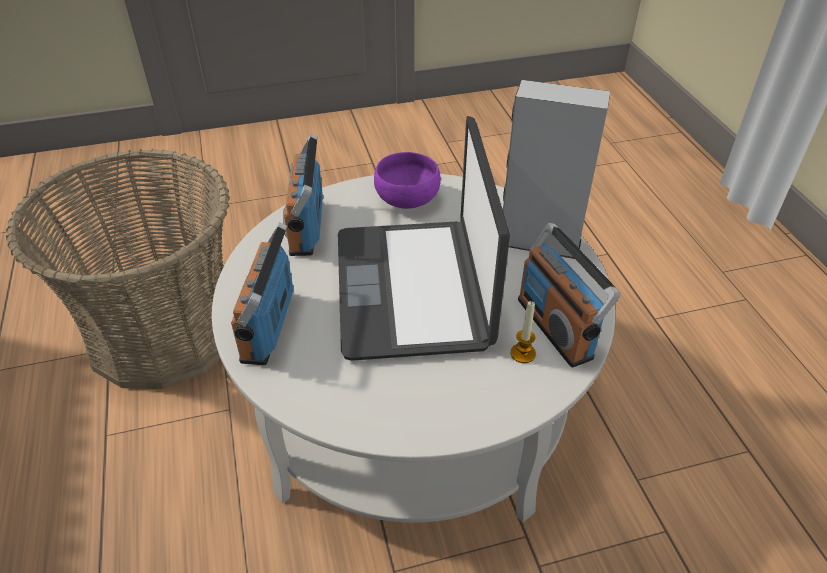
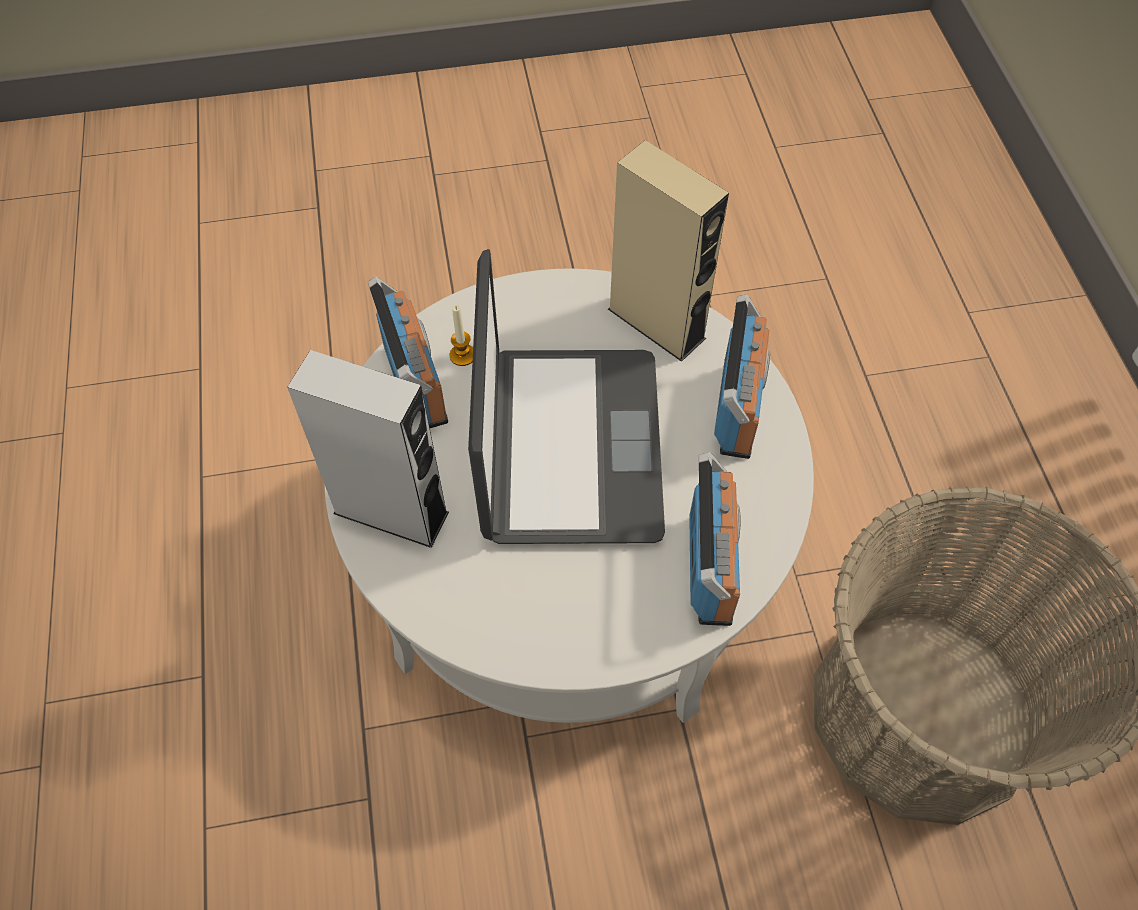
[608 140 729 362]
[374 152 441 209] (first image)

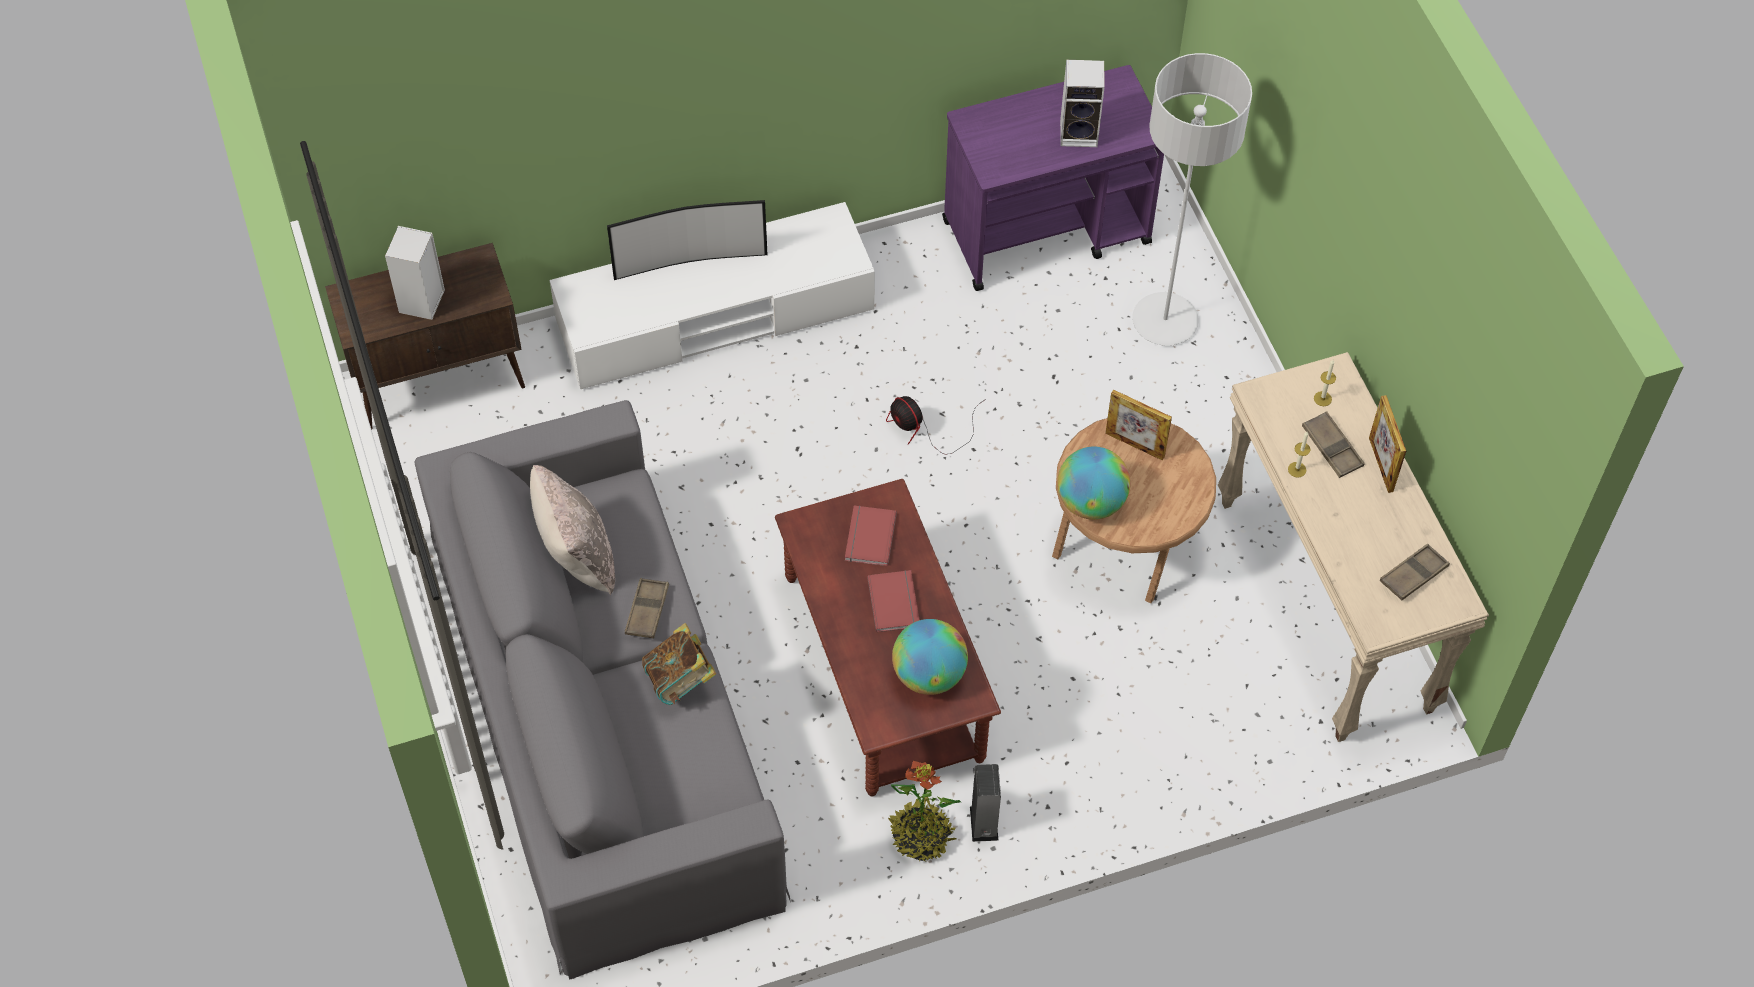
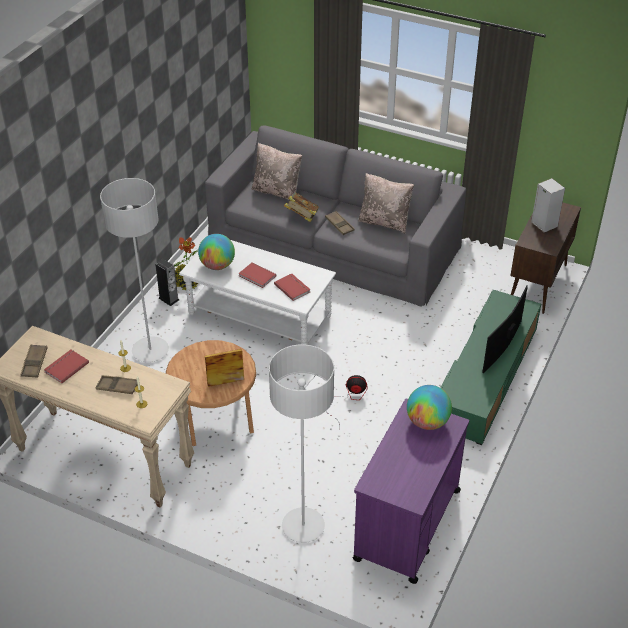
[44 350 89 383]
[100 178 169 362]
[179 240 336 345]
[251 143 302 201]
[407 385 452 430]
[440 290 541 445]
[1060 60 1105 147] (first image)
[1369 395 1406 493] (first image)

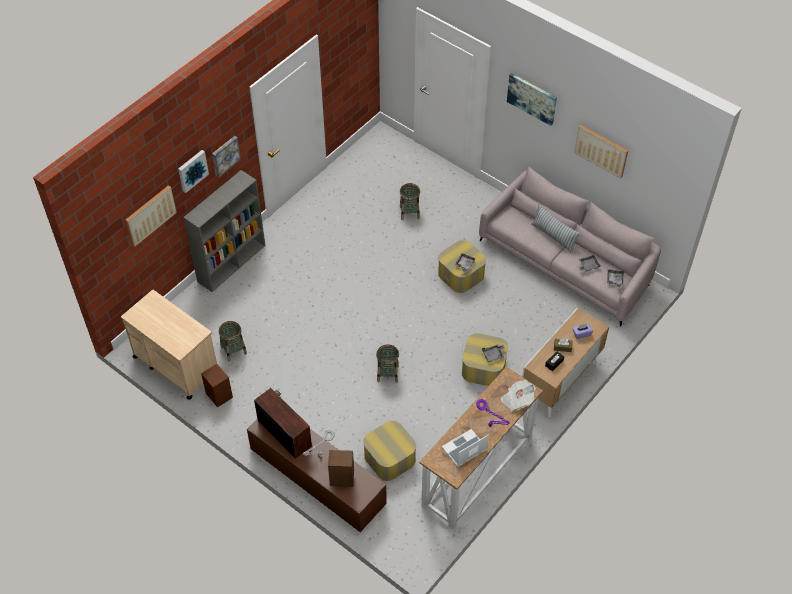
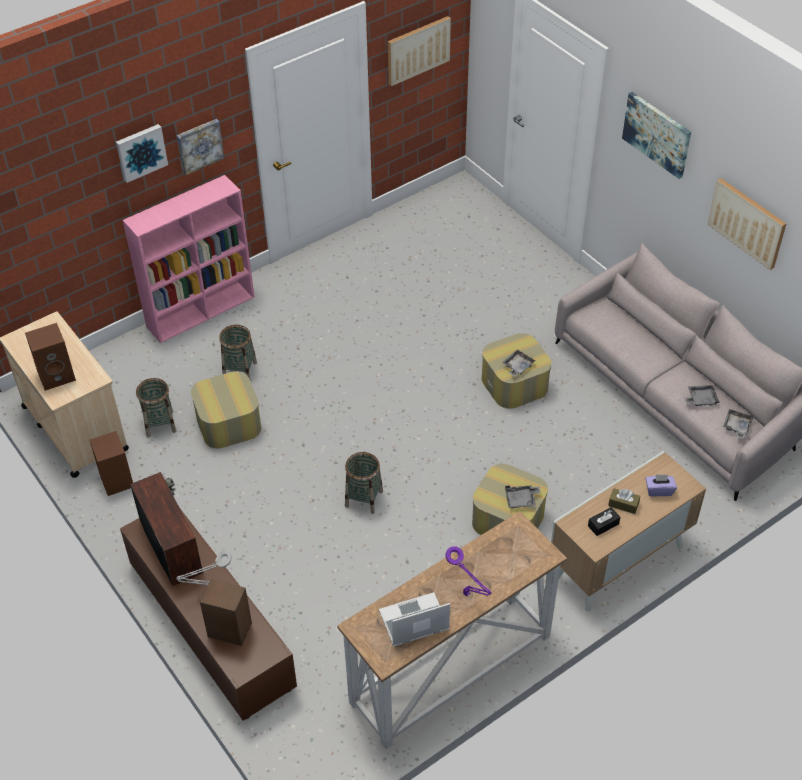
[25 323 76 391]
[123 175 254 343]
[191 371 261 449]
[219 325 257 381]
[388 16 451 86]
[501 380 536 412] (first image)
[531 204 581 253] (first image)

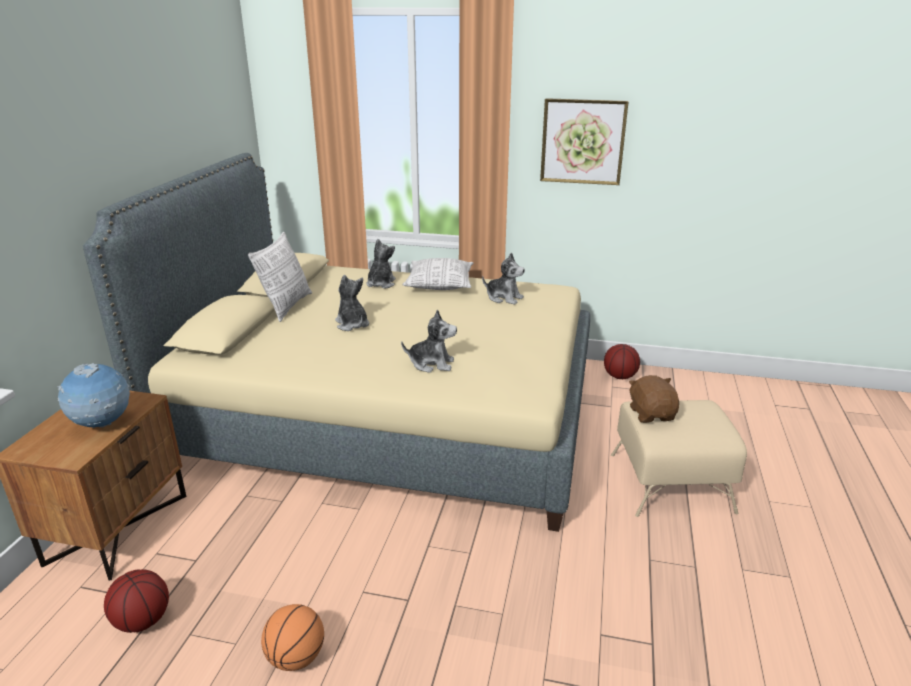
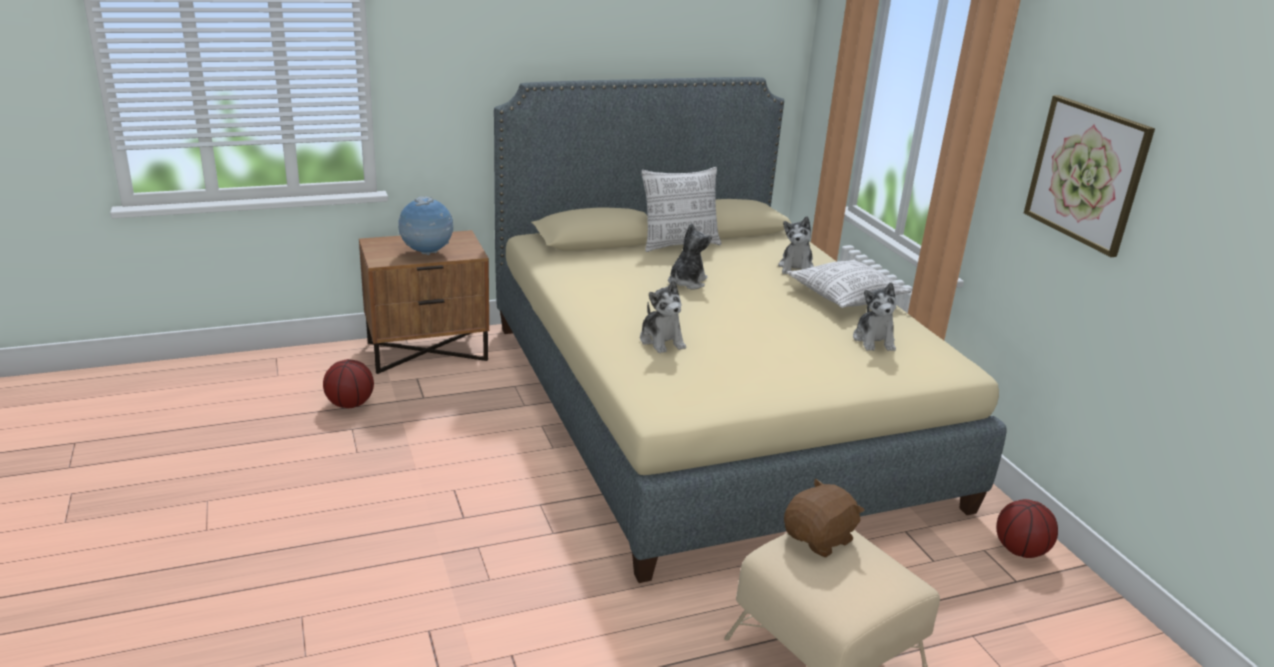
[778 216 814 274]
[261 604 324 671] (first image)

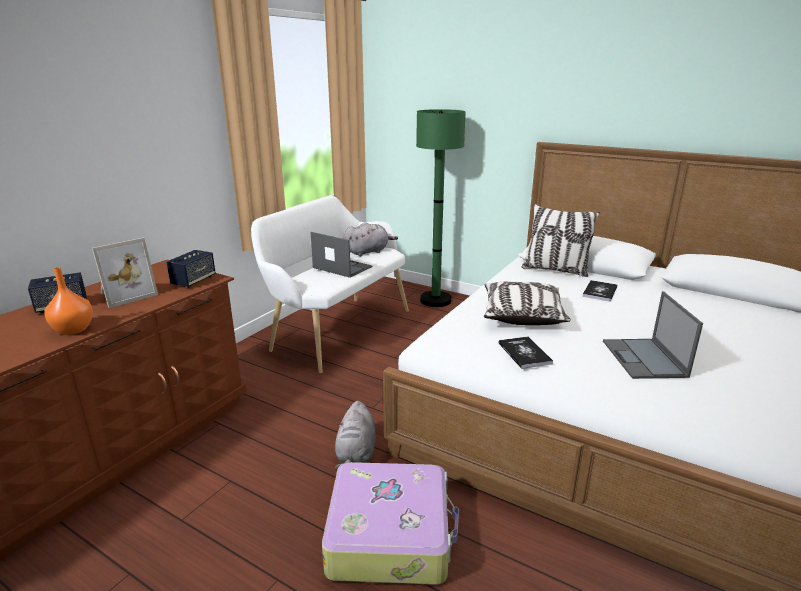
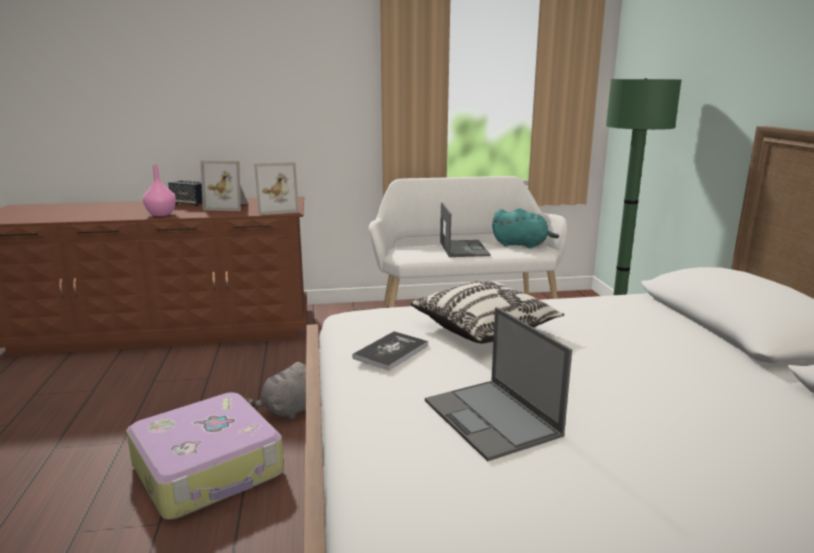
[143 164 176 216]
[254 162 299 215]
[425 307 572 462]
[492 208 559 248]
[522 204 600 277] (first image)
[582 280 617 302] (first image)

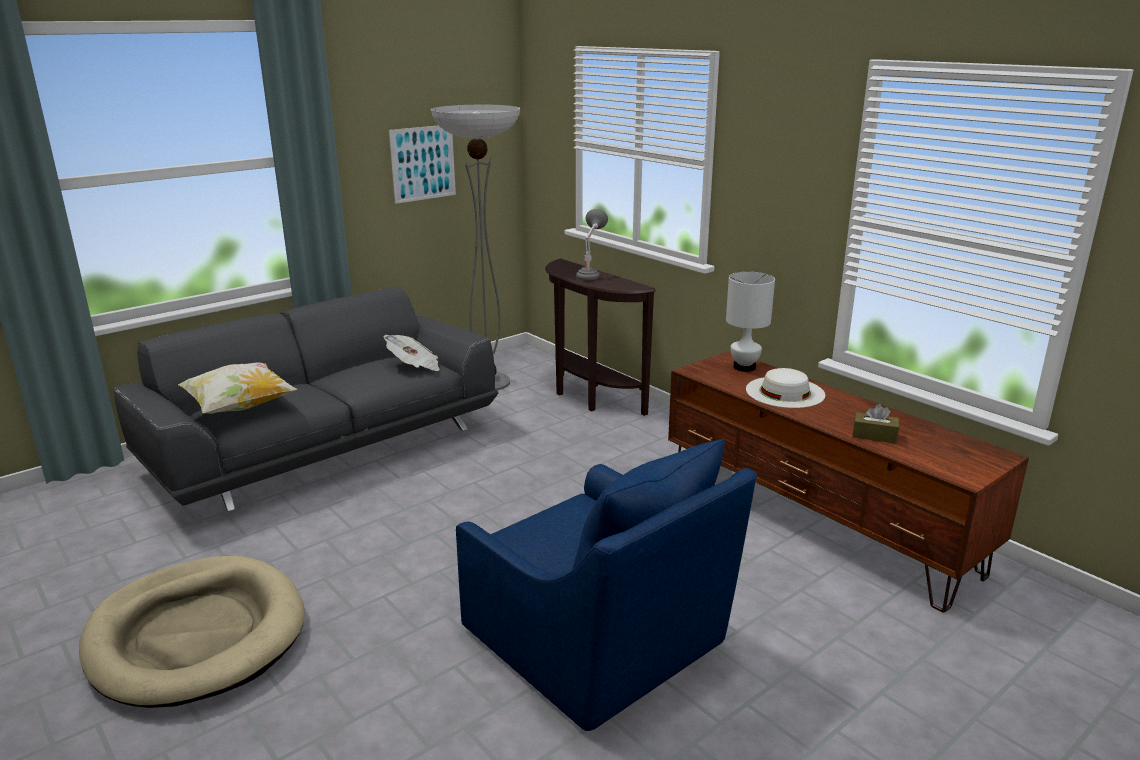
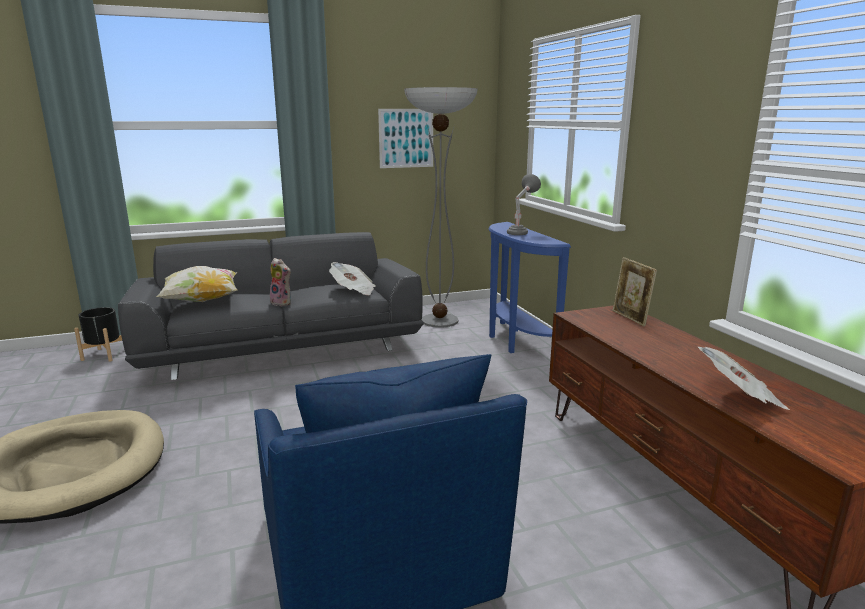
[74 307 122 362]
[270 258 291 306]
[488 222 571 353]
[613 257 657 326]
[697 346 790 410]
[746 368 825 408] (first image)

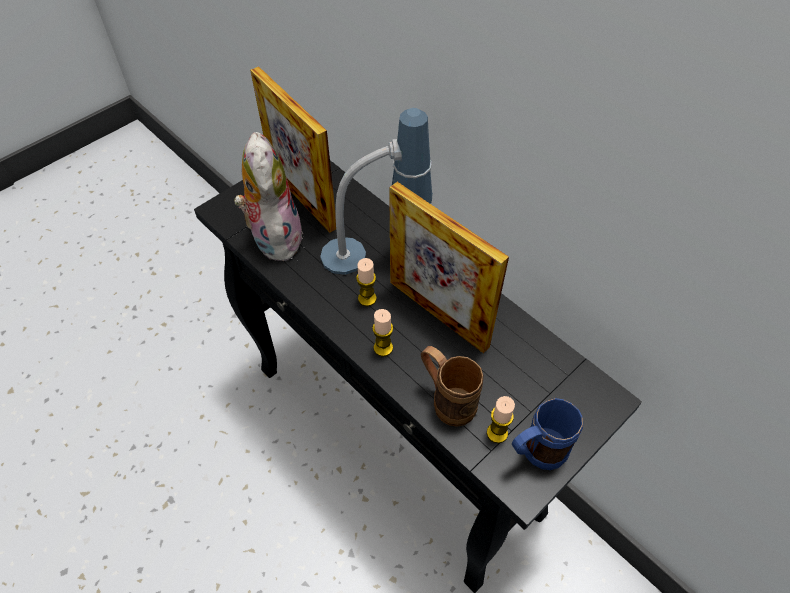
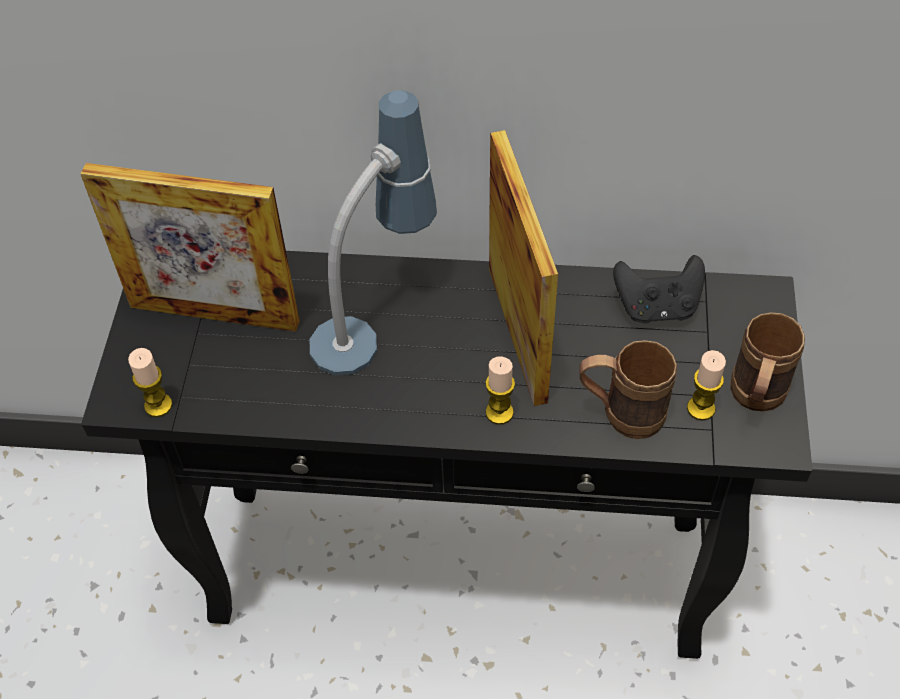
[128 348 172 417]
[489 130 558 406]
[613 255 705 324]
[730 312 805 411]
[234 132 303 261] (first image)

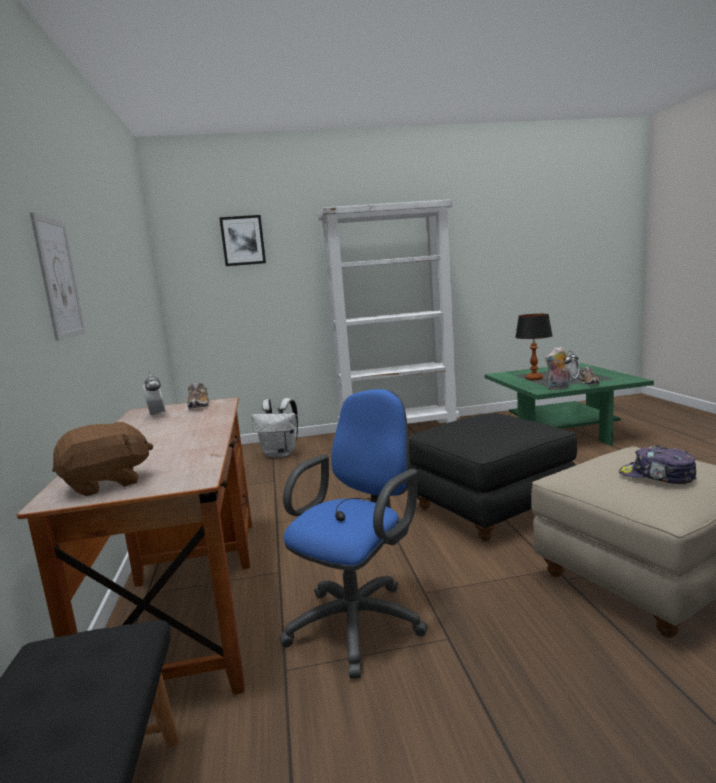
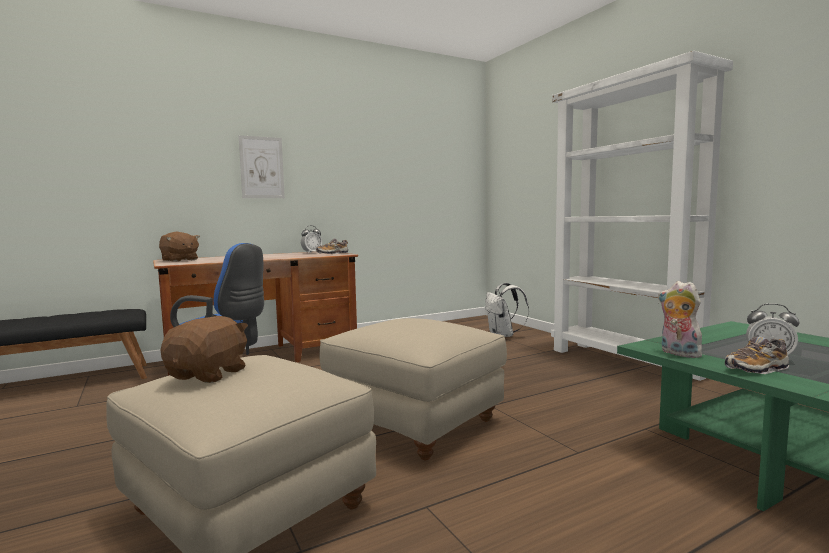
[161 316 248 383]
[319 318 507 461]
[219 215 266 266] (first image)
[515 314 553 380] (first image)

